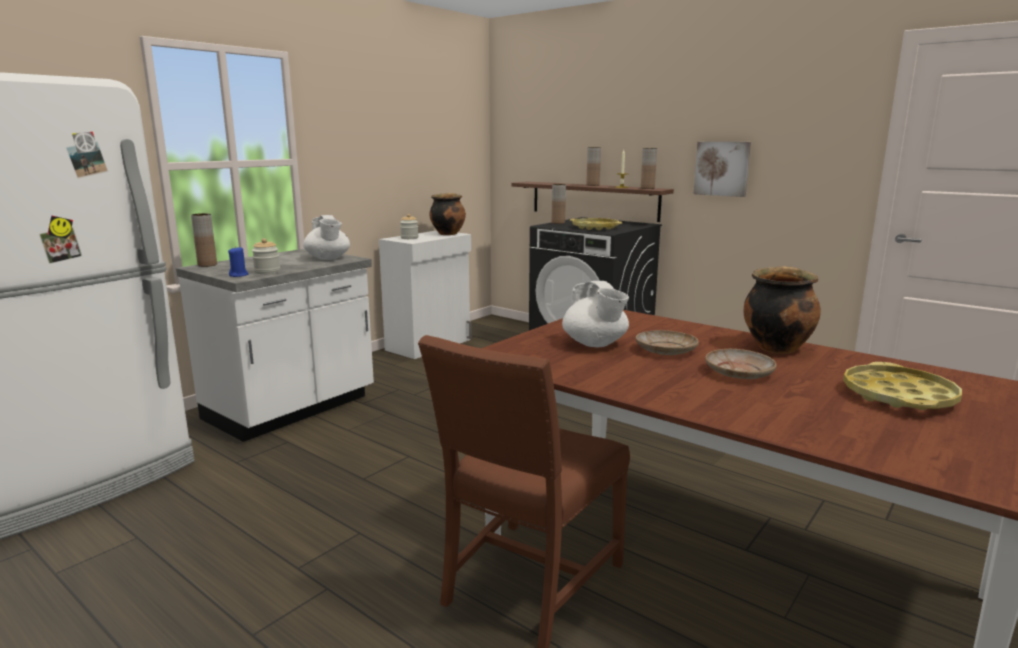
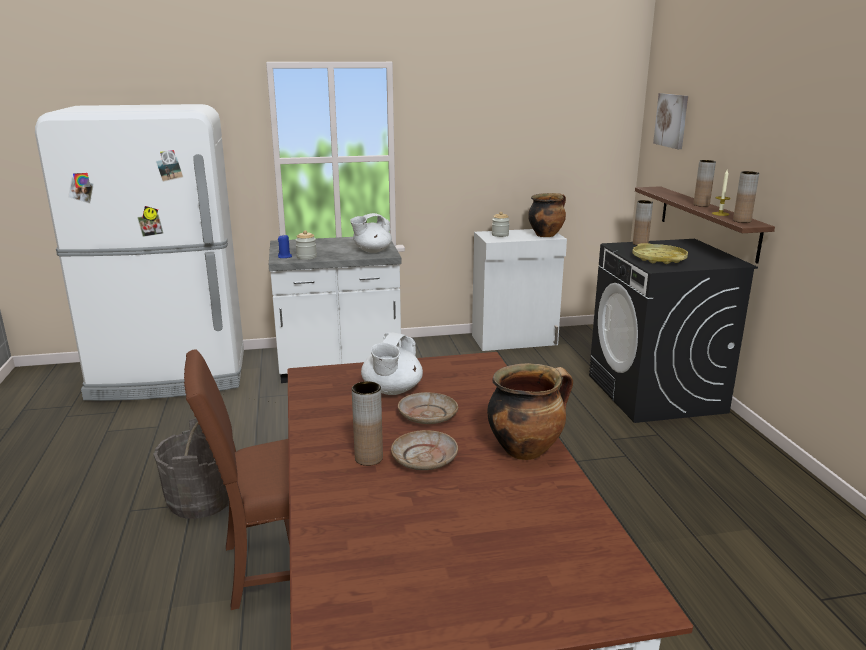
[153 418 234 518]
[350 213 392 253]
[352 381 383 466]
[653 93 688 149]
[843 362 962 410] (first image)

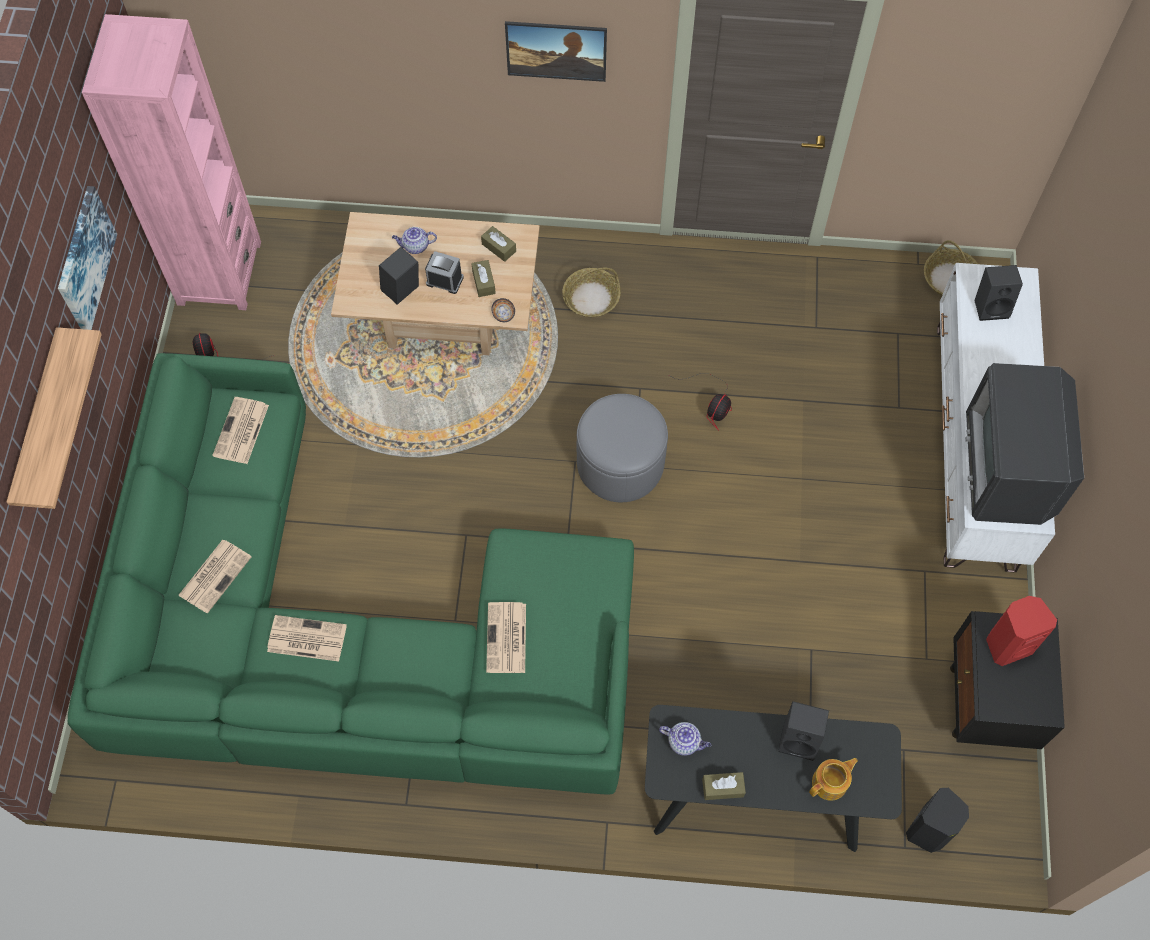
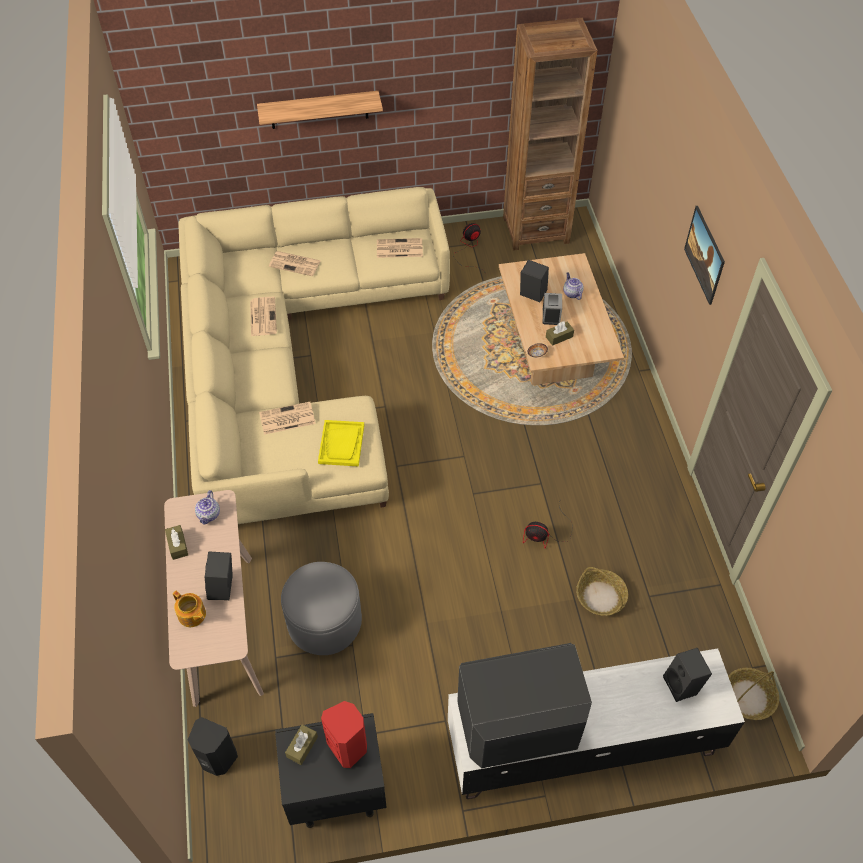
[164 490 264 707]
[178 187 450 524]
[281 562 362 655]
[285 724 318 765]
[318 420 364 467]
[503 18 597 250]
[576 567 628 616]
[58 186 117 330] (first image)

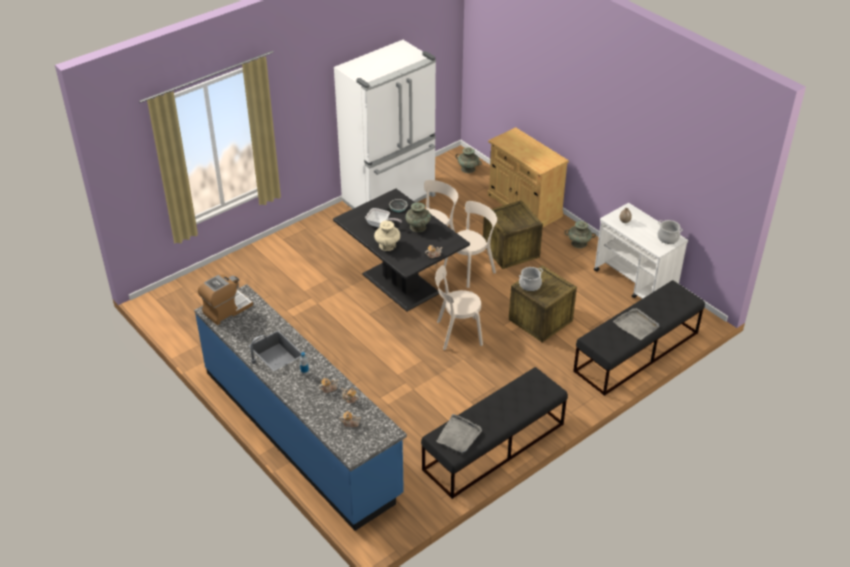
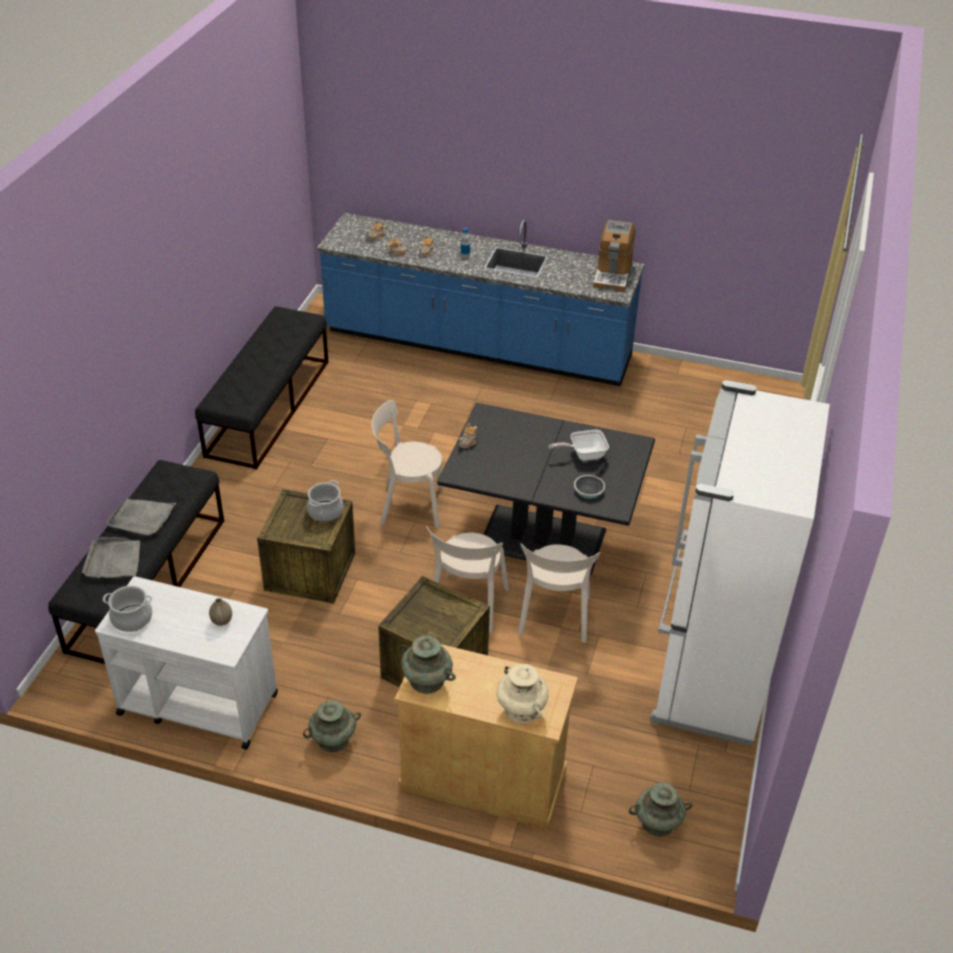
[82 537 140 578]
[372 400 444 528]
[399 635 456 694]
[496 664 548 723]

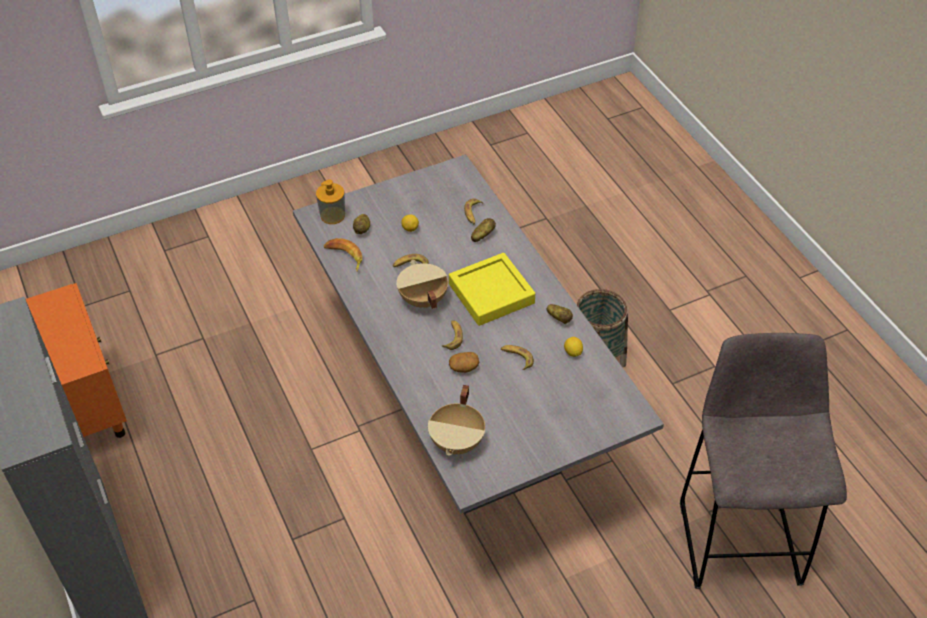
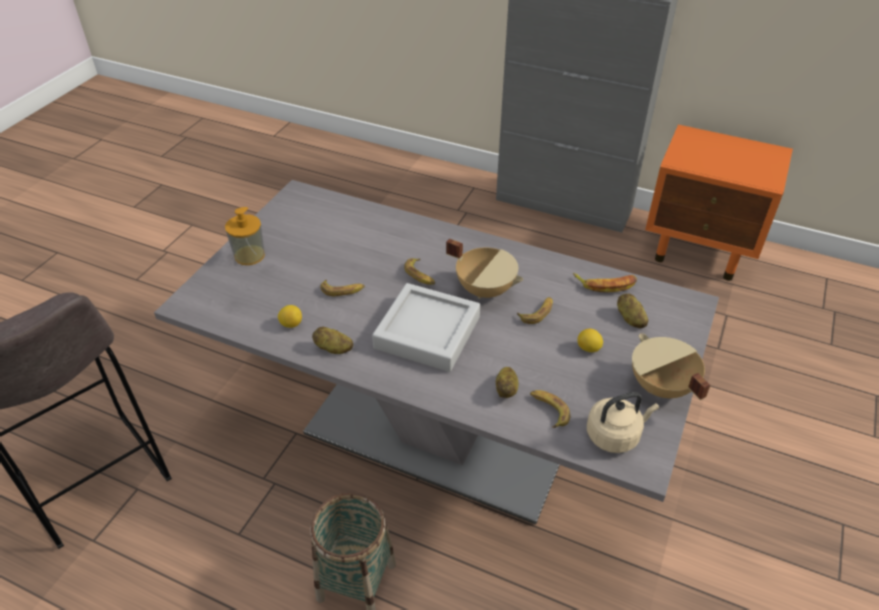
[225 207 265 265]
[372 283 480 372]
[587 392 659 453]
[632 333 711 400]
[449 352 479 373] (first image)

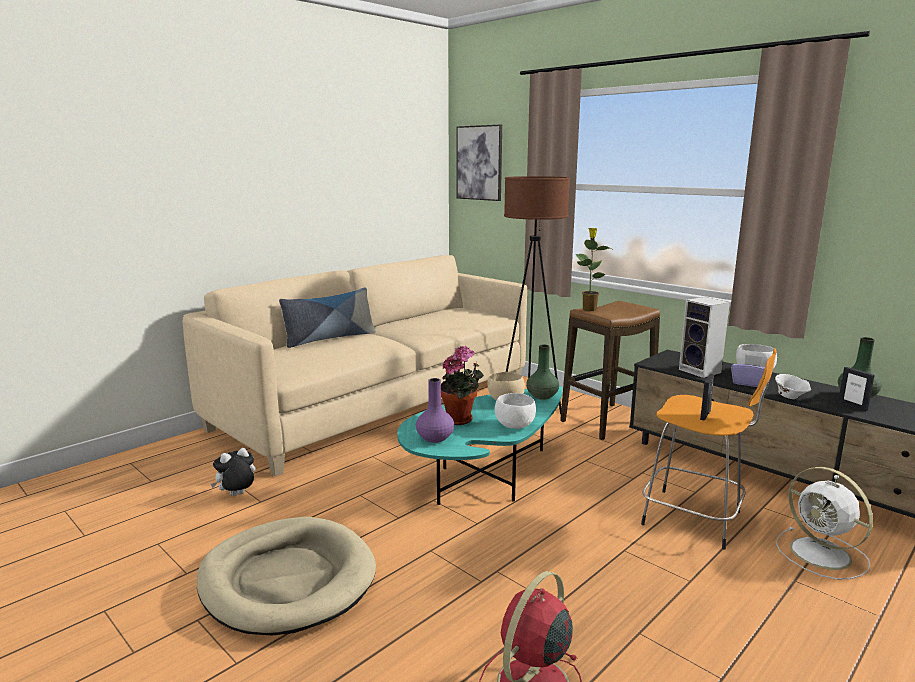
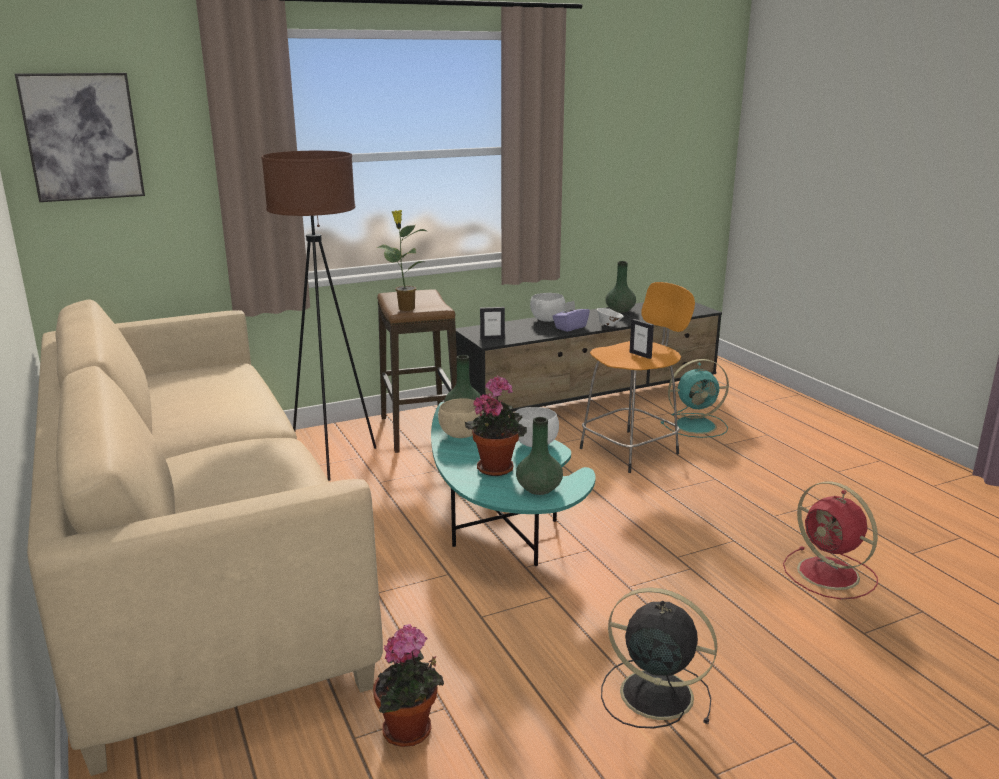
[373 624 444 747]
[480 307 505 340]
[516 417 563 495]
[601 588 717 728]
[661 359 729 438]
[279 288 376 348] (first image)
[679 297 730 378] (first image)

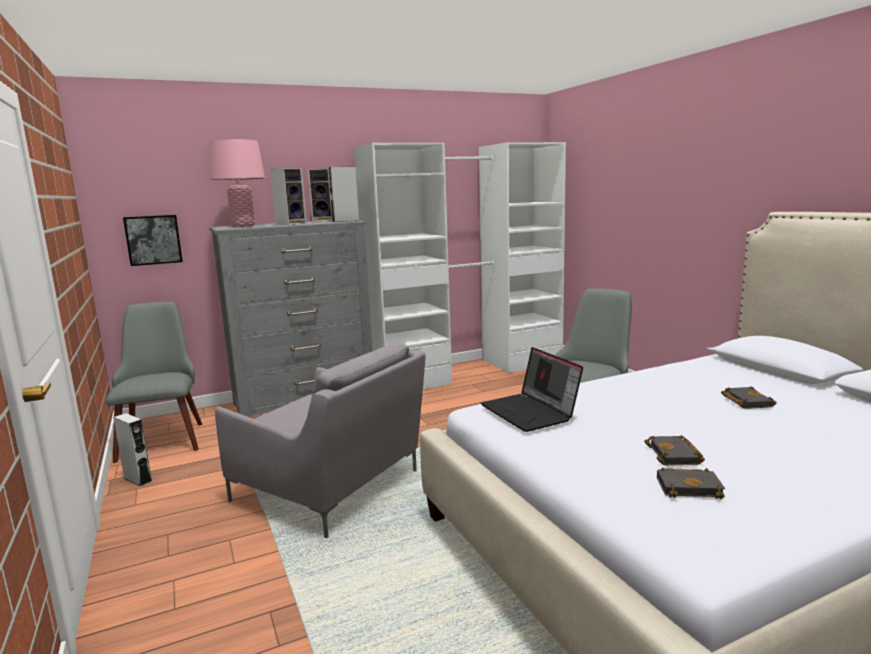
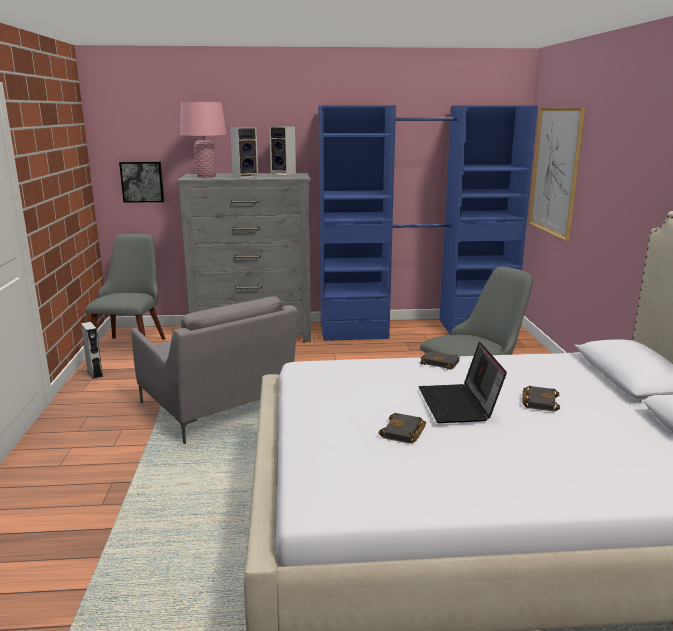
[319 105 538 341]
[419 342 507 423]
[420 350 459 370]
[528 107 585 241]
[329 166 359 222] (first image)

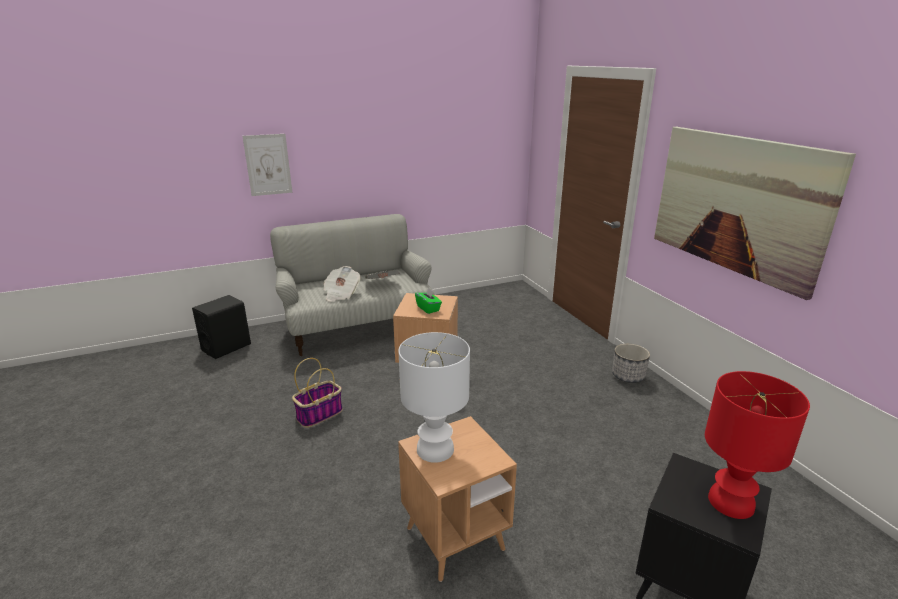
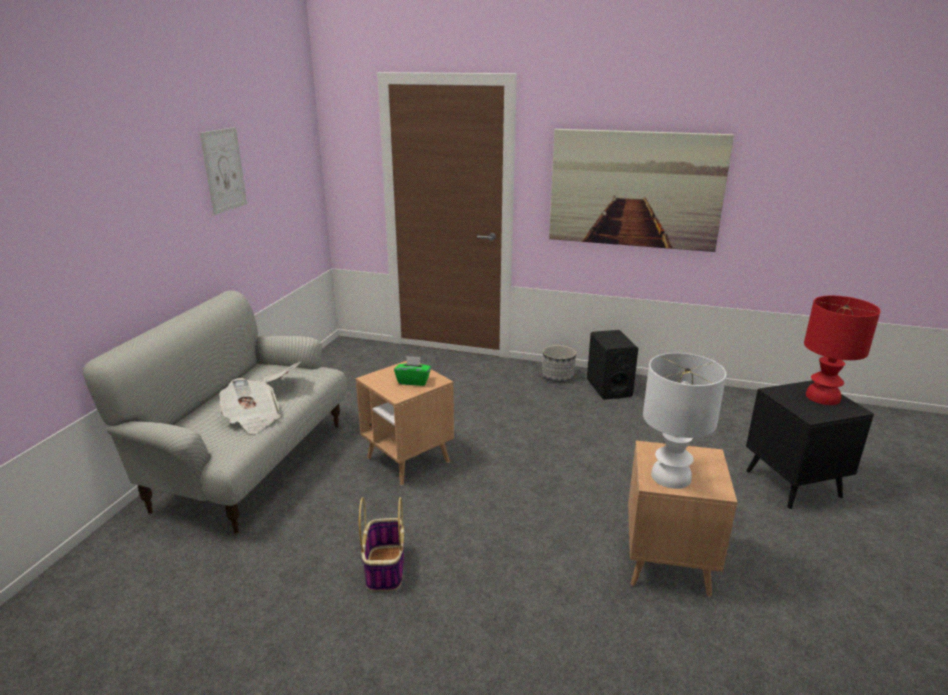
[200 127 247 215]
[587 330 638 400]

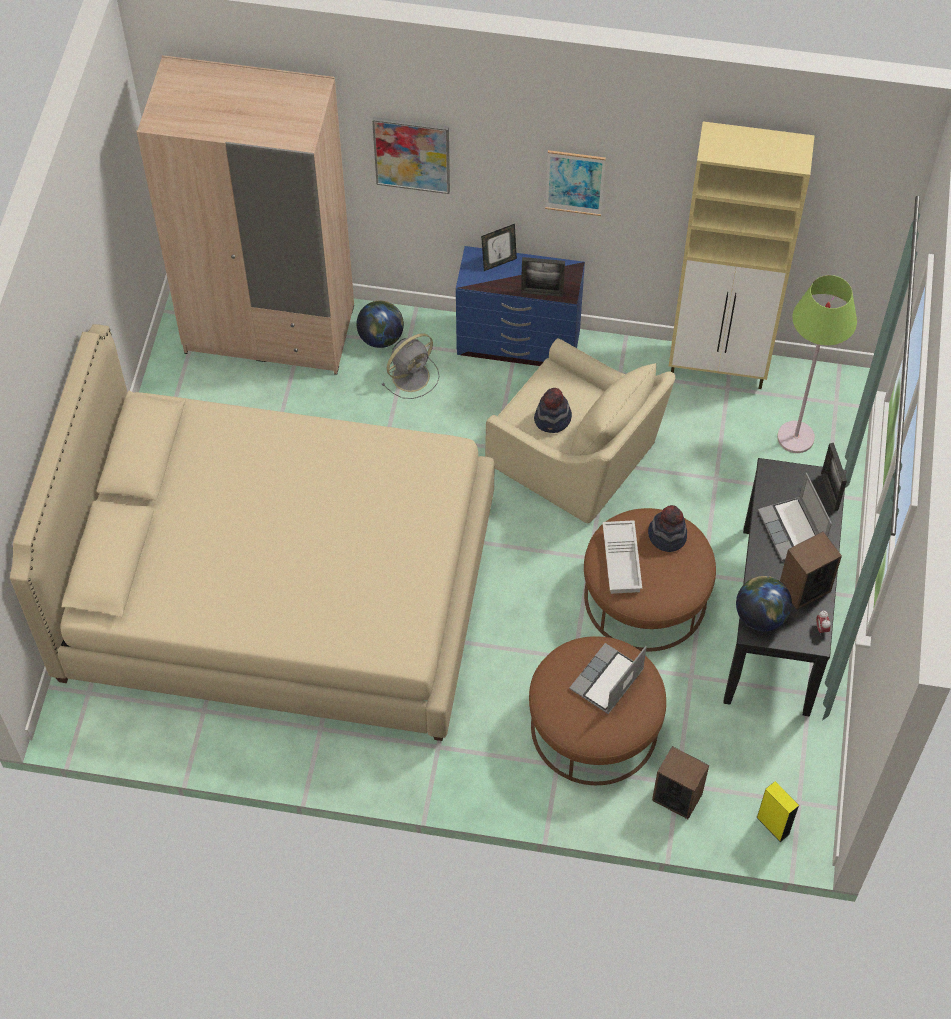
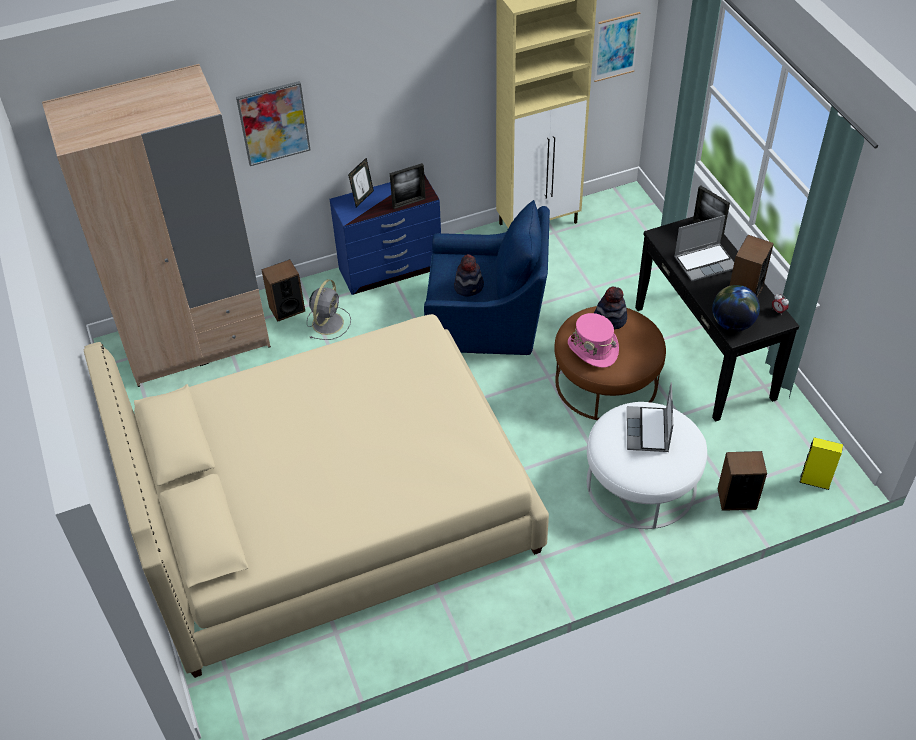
[261 259 305 322]
[424 200 550 355]
[568 313 619 368]
[587 402 707 529]
[594 12 640 82]
[674 215 734 281]
[777 275 857 453] (first image)

